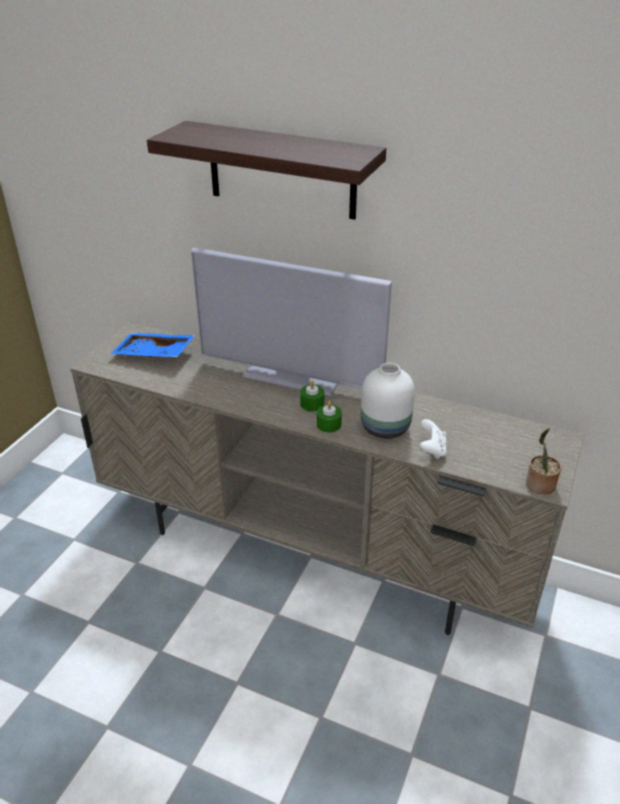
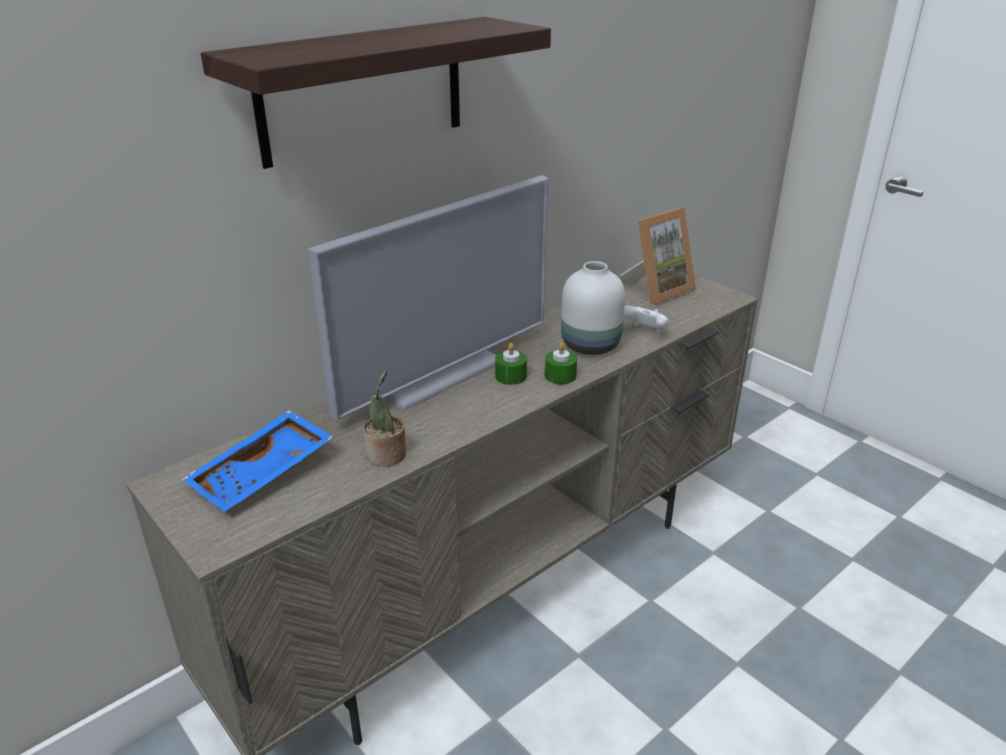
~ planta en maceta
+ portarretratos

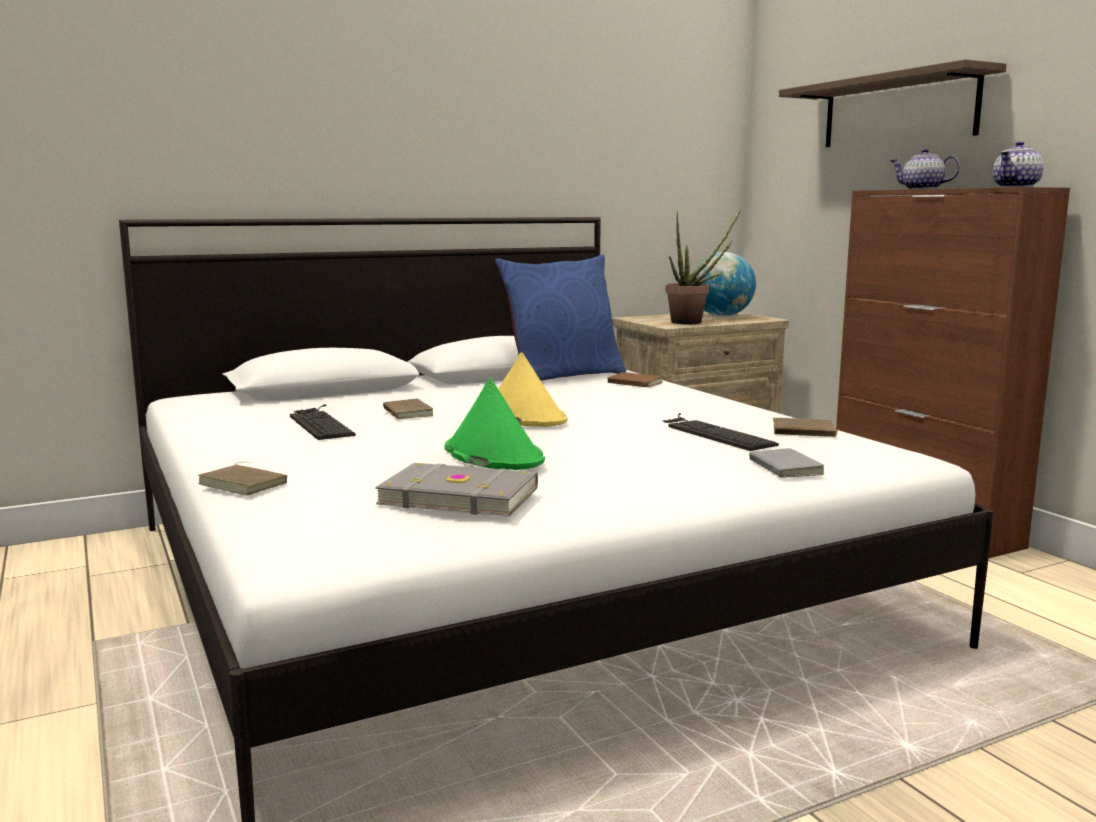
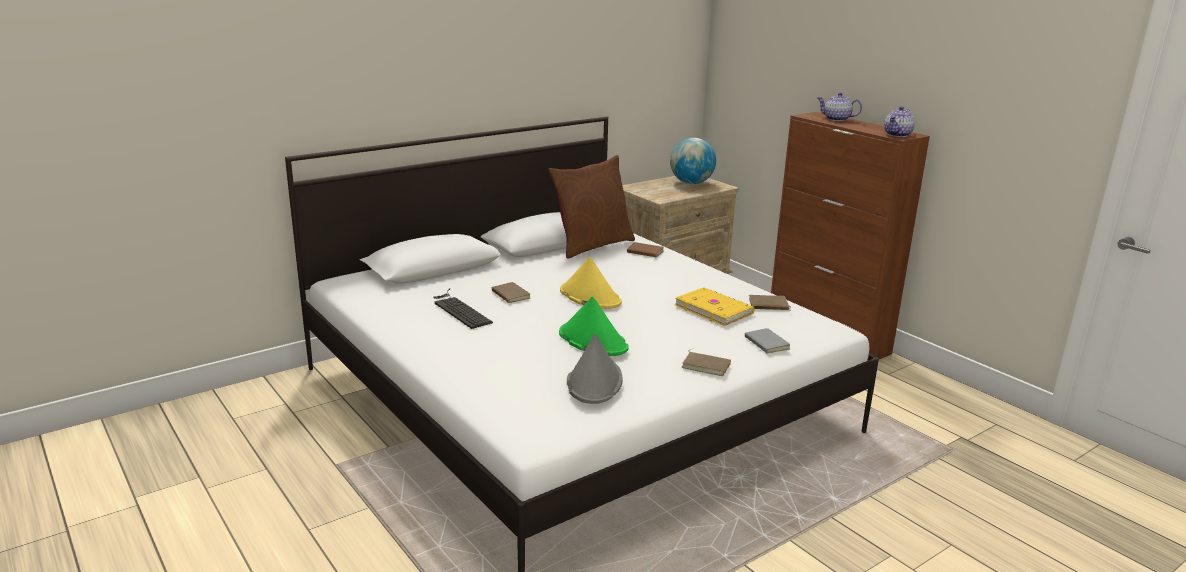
~ cojín (azul) to cojín (marrón)
~ libro (gris) (1st from left) to sombrero (gris)
~ teclado (2nd from left) to libro (amarillo)
~ libro (marrón) (1st from left in the first image) to libro (marrón) (3rd from left)
- planta en maceta
- estante

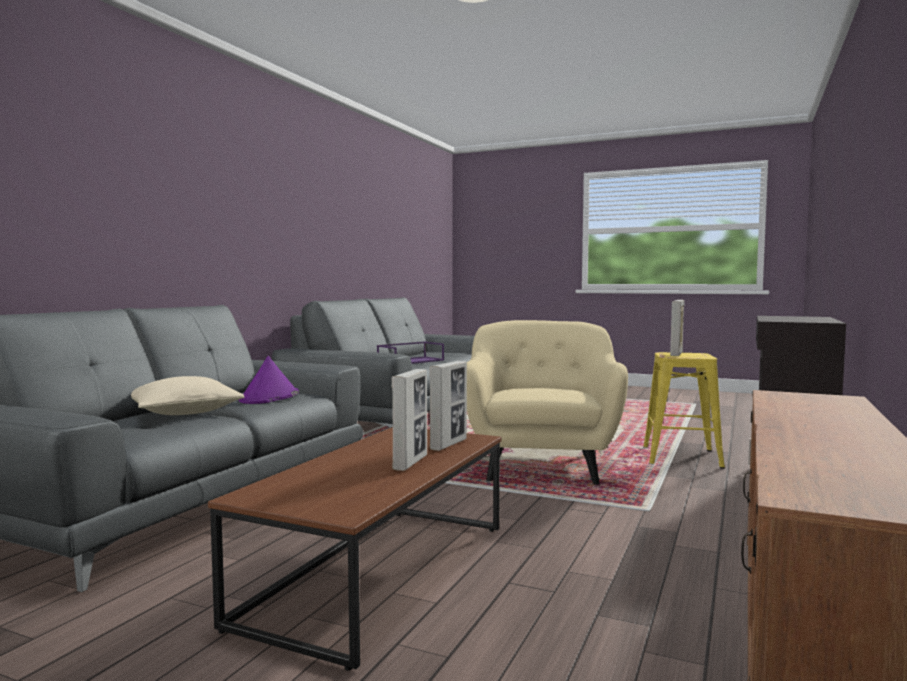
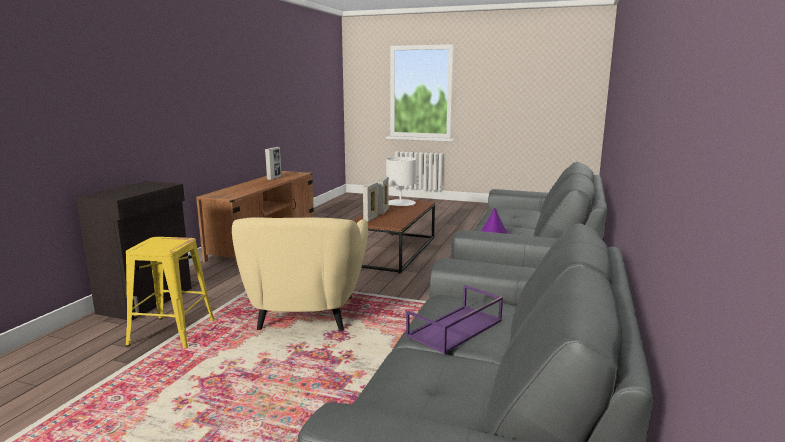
~ portarretratos (3rd from left in the first image) to portarretratos (1st from left)
+ lámpara de mesa (blanco)
- cojín (beis)

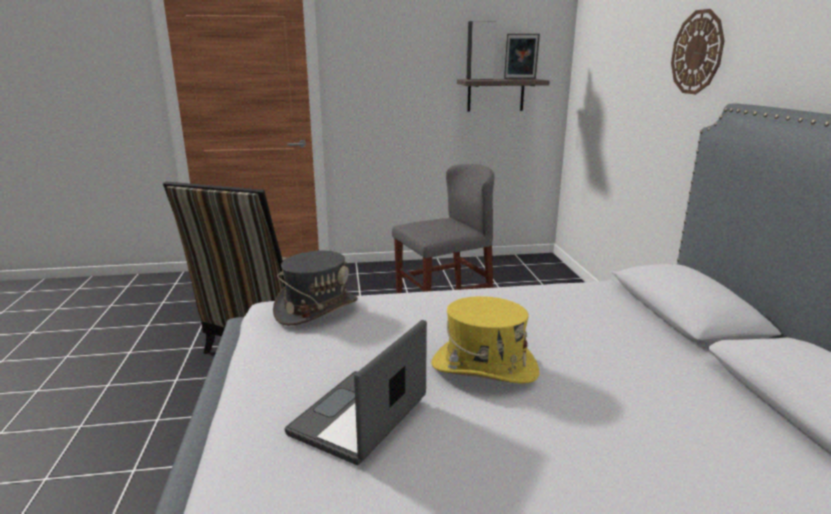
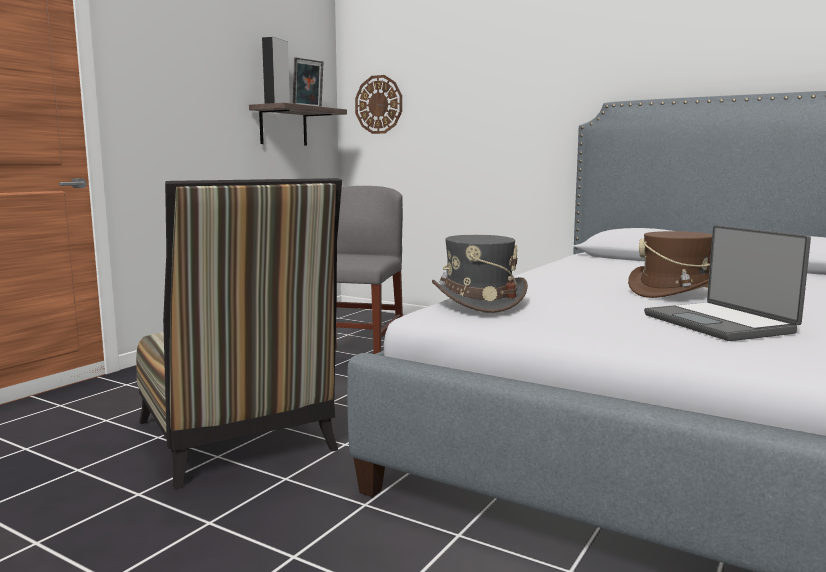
~ reloj de pared
~ sombrero (amarillo) to sombrero (marrón)

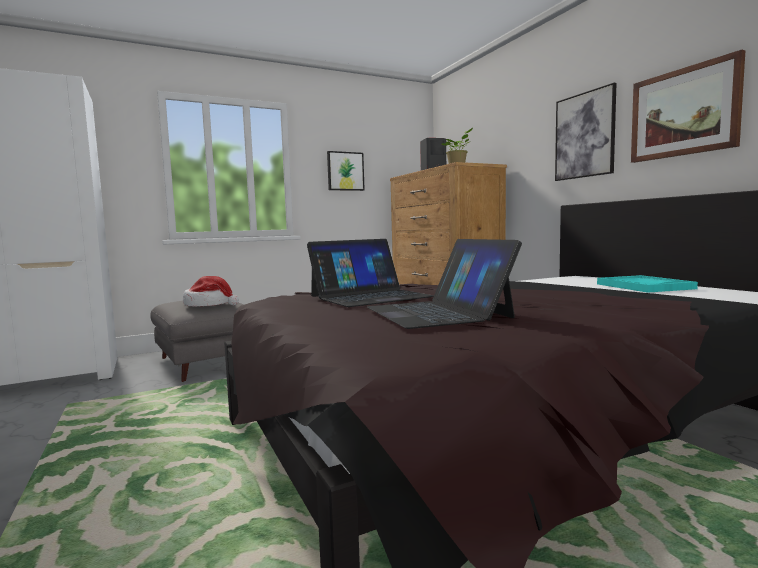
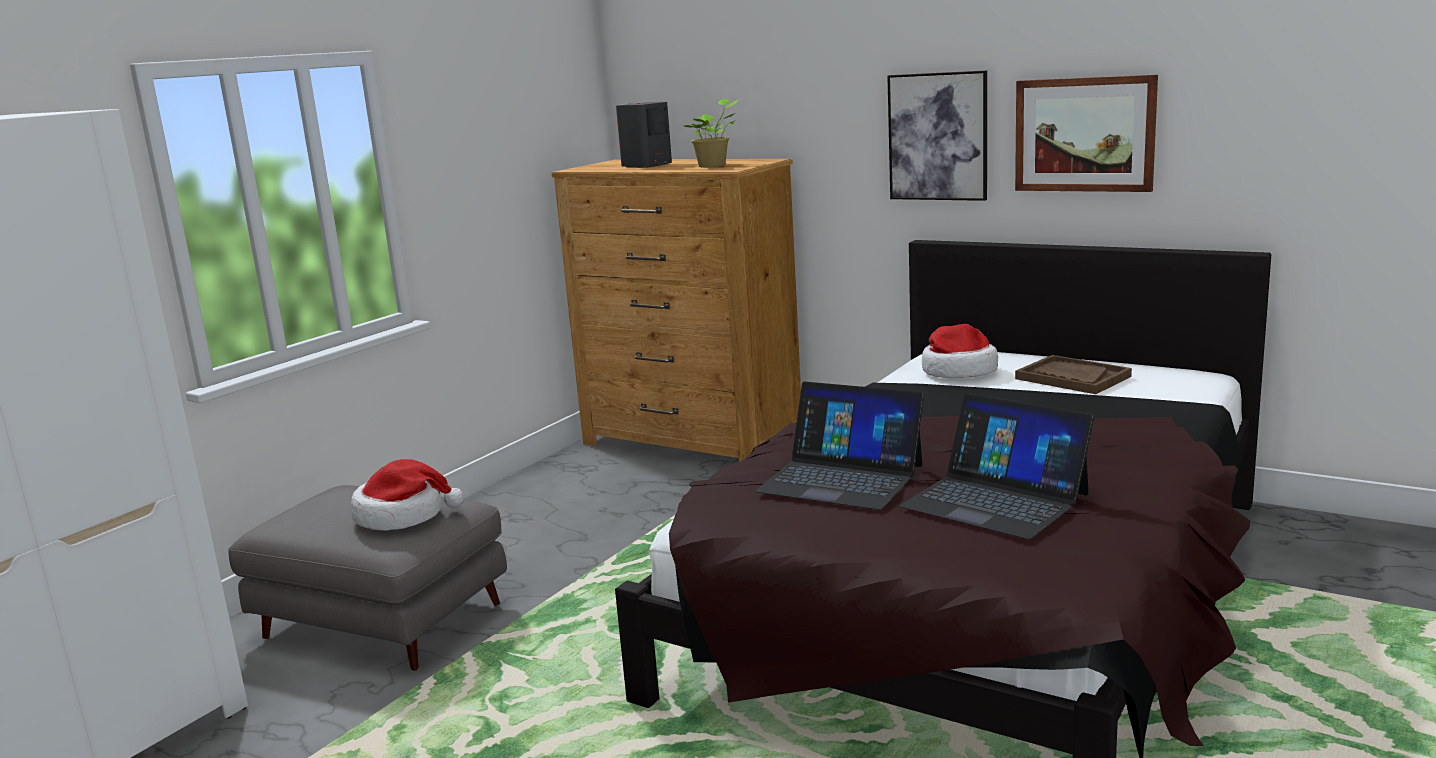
~ portátil (1st from left) 90 degrees clockwise
+ sombrero (2nd from left)
~ bandeja (turquesa) to bandeja (marrón)
- cuadro (1st from left)

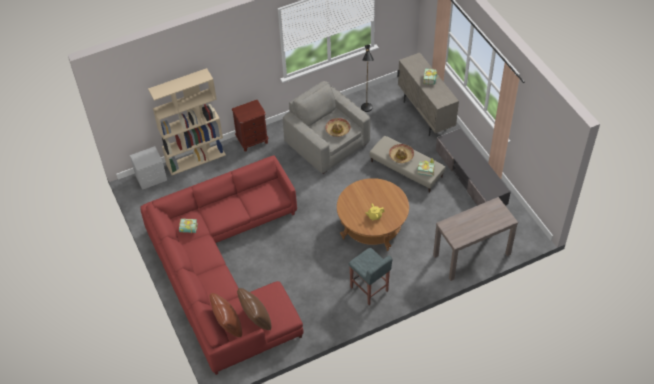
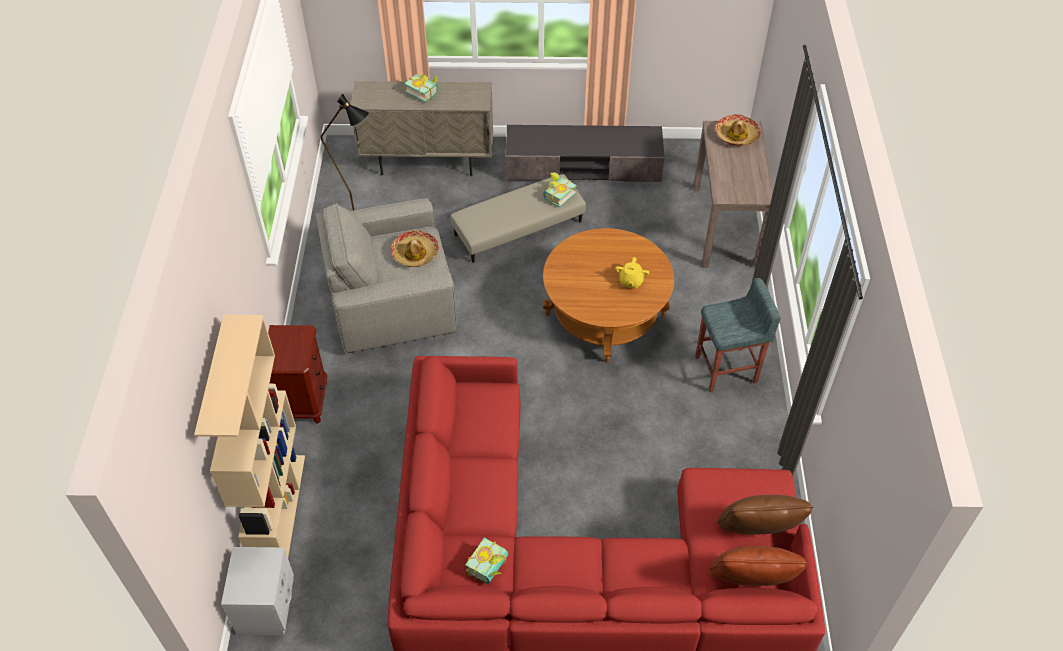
~ sombrero (2nd from left)

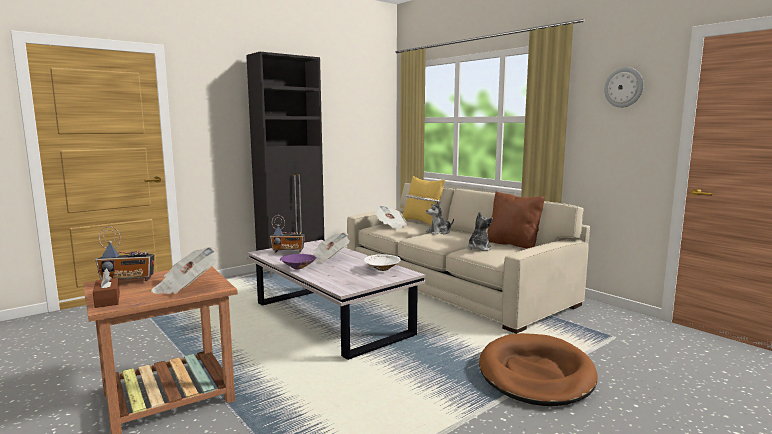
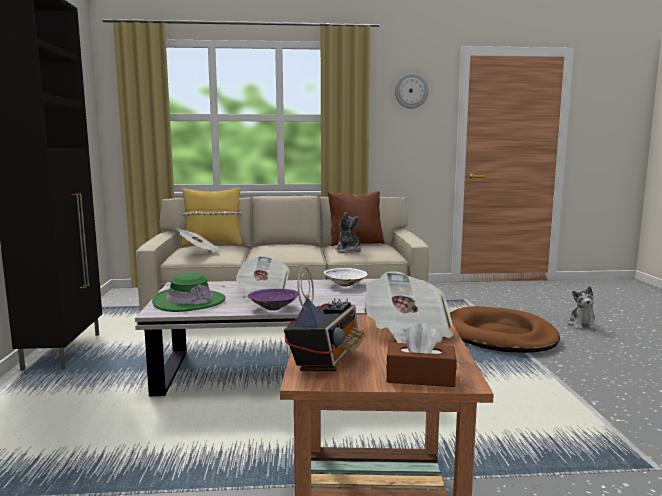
~ radio (2nd from left) to sombrero (verde)
~ peluche (1st from left in the first image) to peluche (2nd from left)

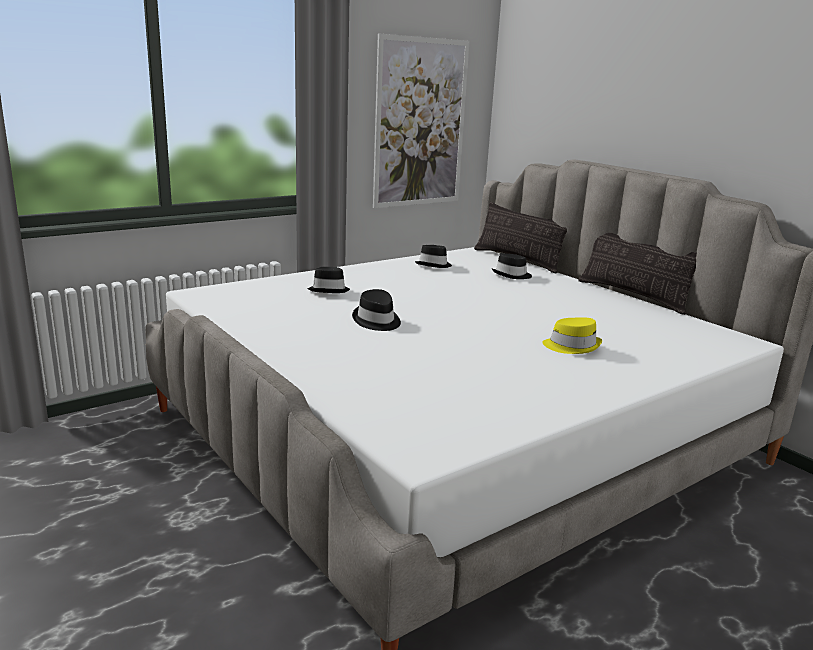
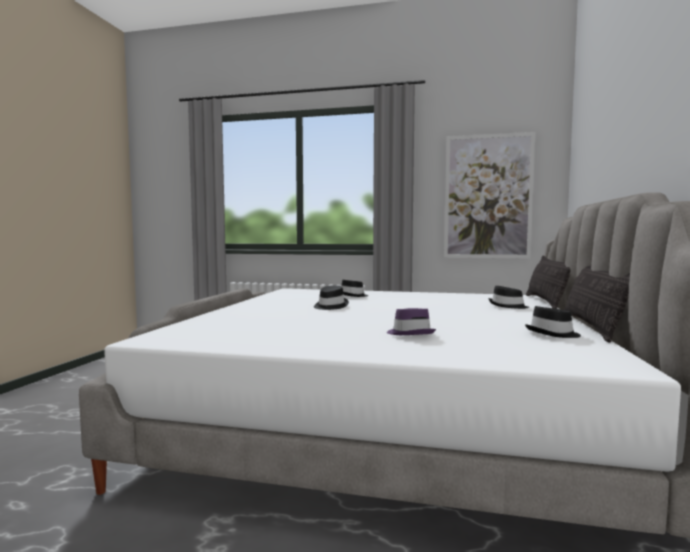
~ sombrero (amarillo) to sombrero (morado)
~ sombrero (negro) (3rd from left in the first image) to sombrero (negro) (4th from left)

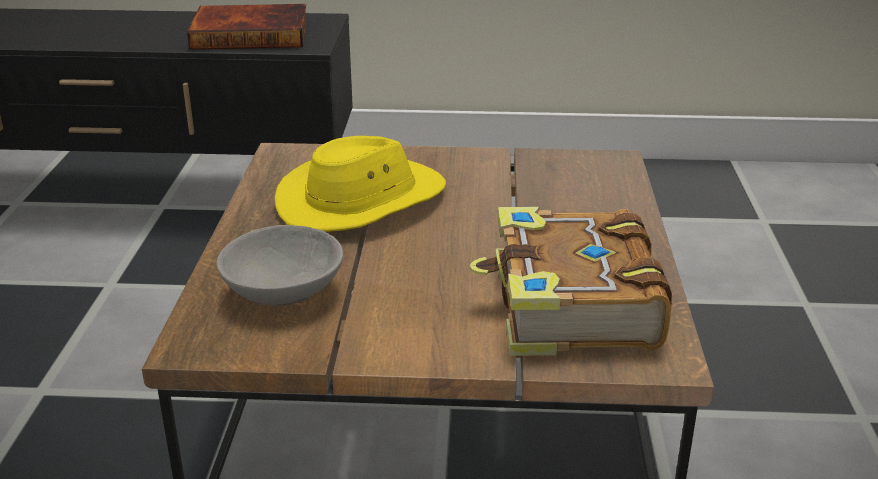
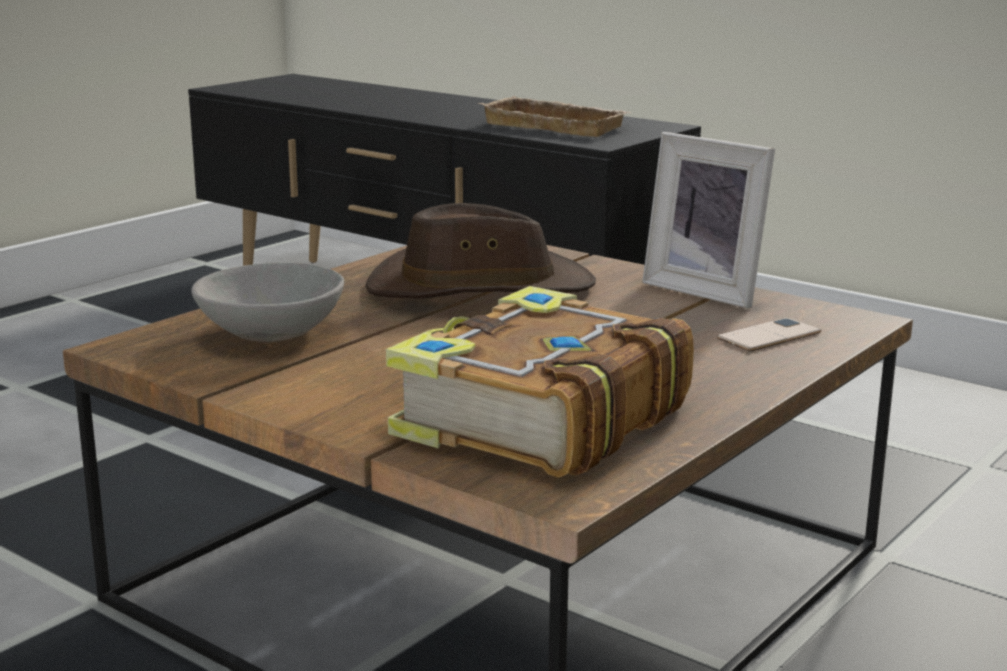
~ sombrero (amarillo) to sombrero (marrón)
~ libro (1st from left) to bandeja (beis)
+ portarretratos
+ móvil

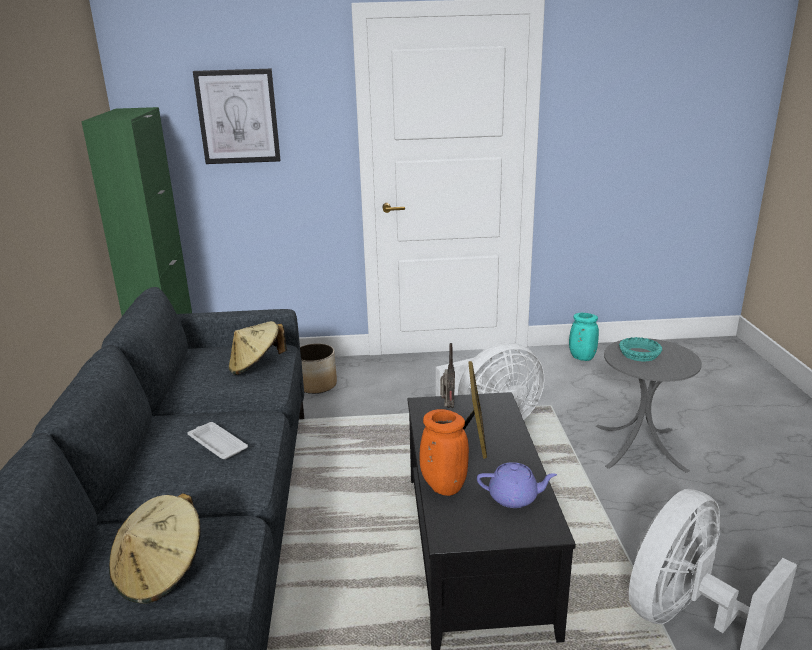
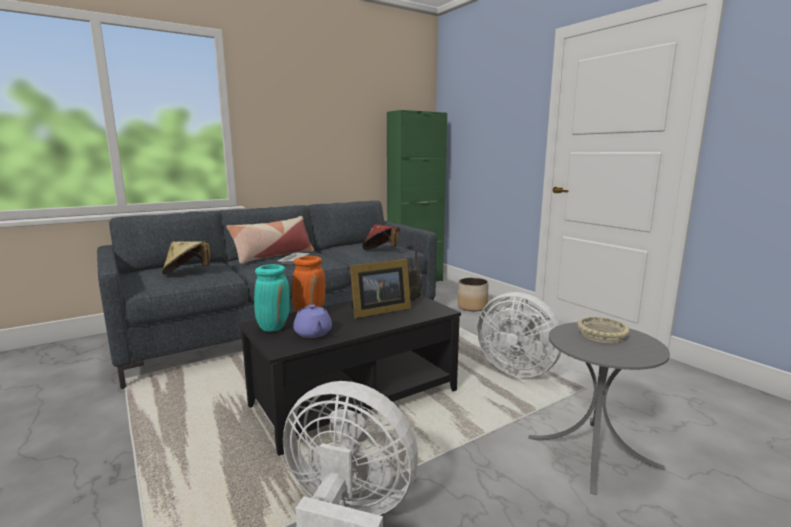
+ cojín
~ florero (turquesa)
~ sombrero (beis) (2nd from left) to sombrero (rojo)
~ cuenco (turquesa) to cuenco (beis)
- cuadro

